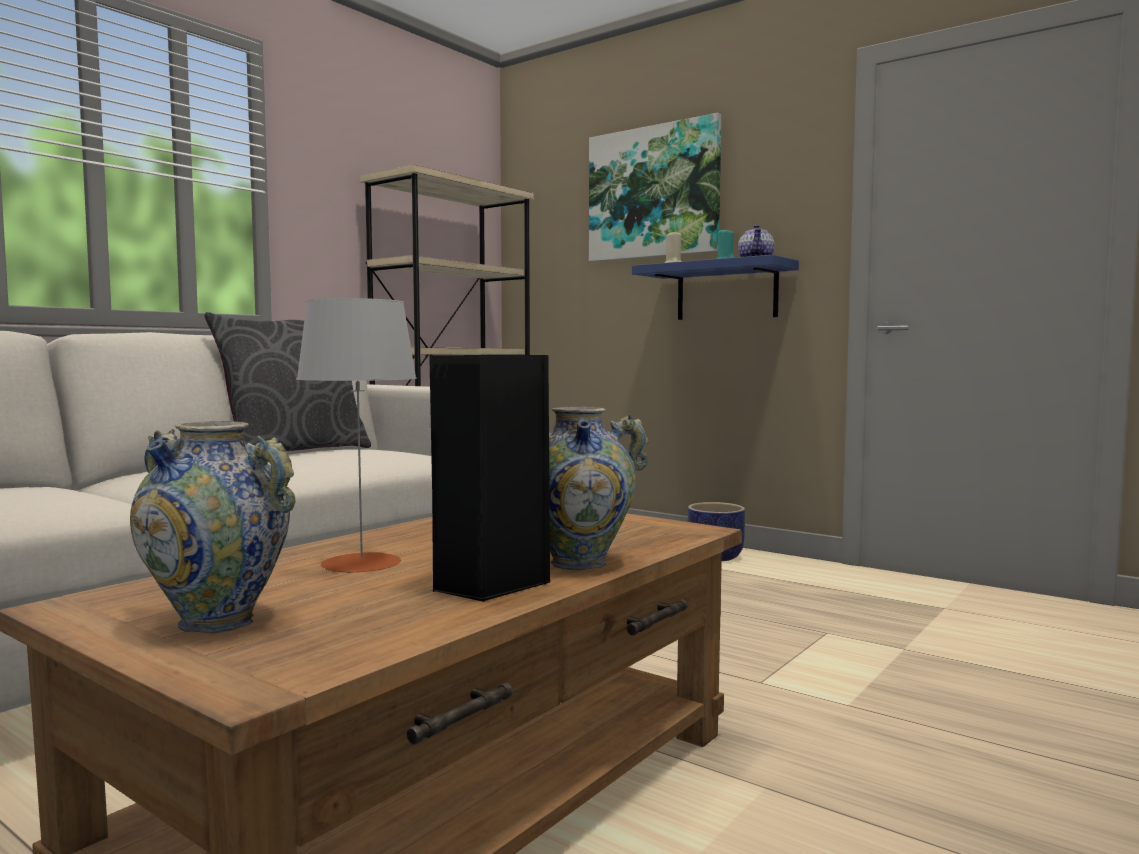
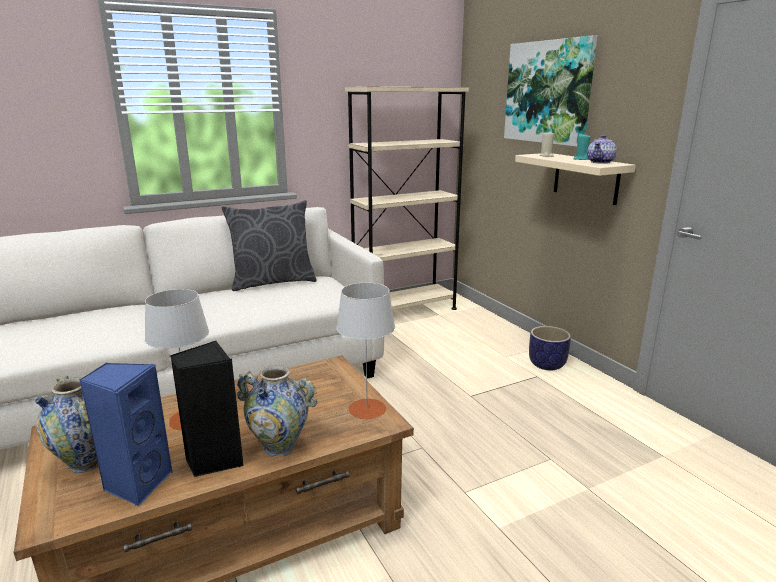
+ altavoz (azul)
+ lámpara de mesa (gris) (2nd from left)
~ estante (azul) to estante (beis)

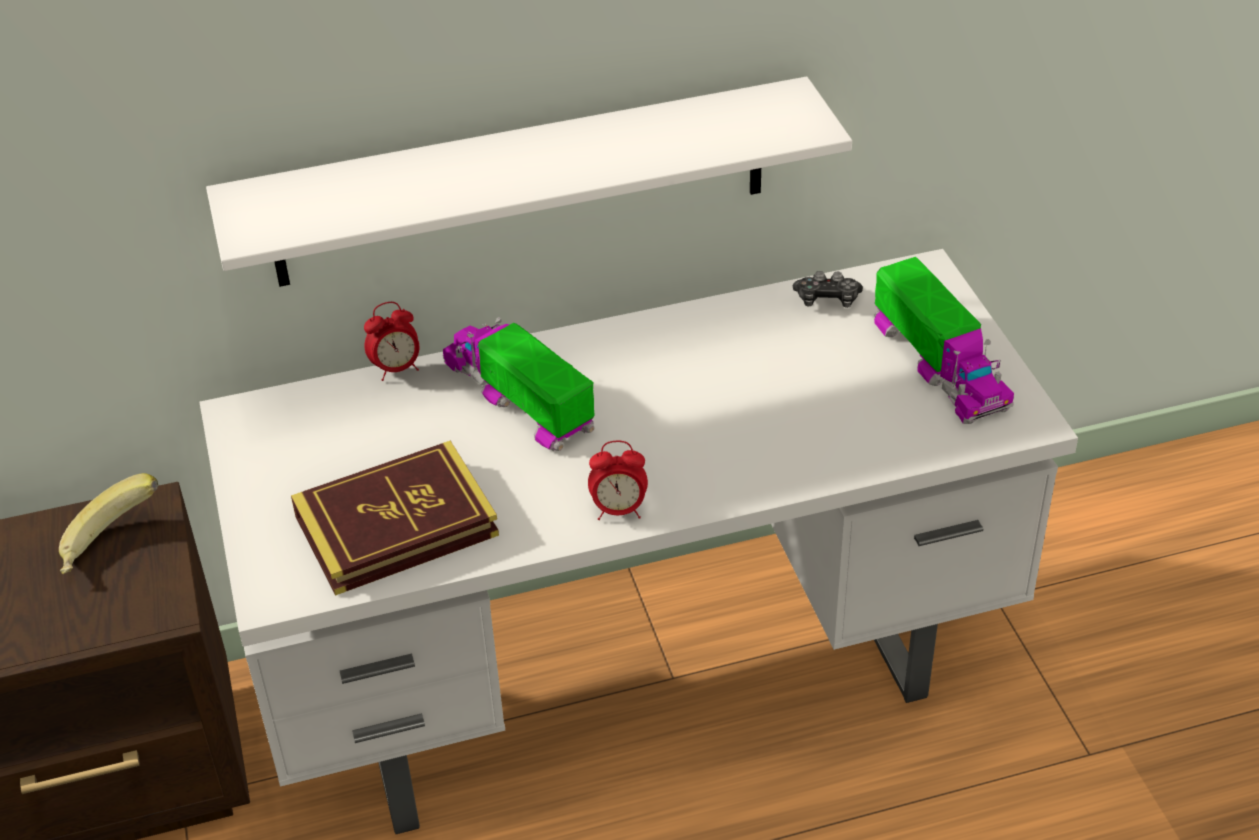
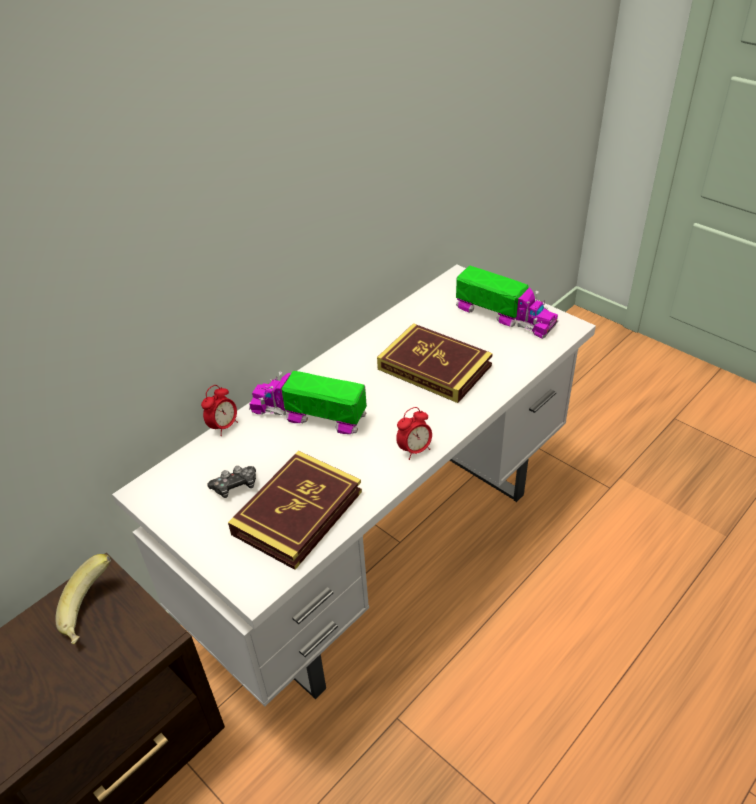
~ mando de consola
+ libro (2nd from left)
- estante (blanco)

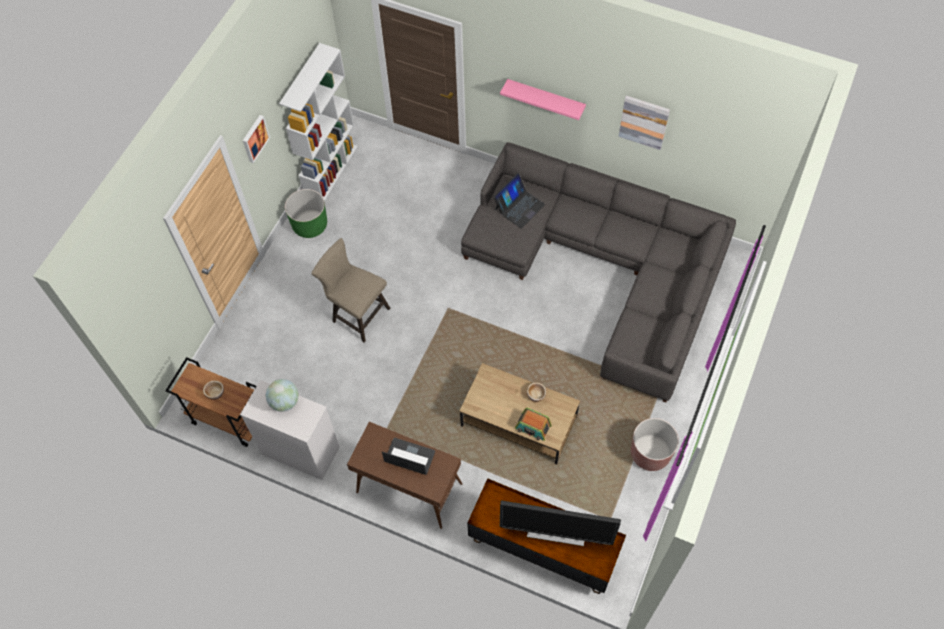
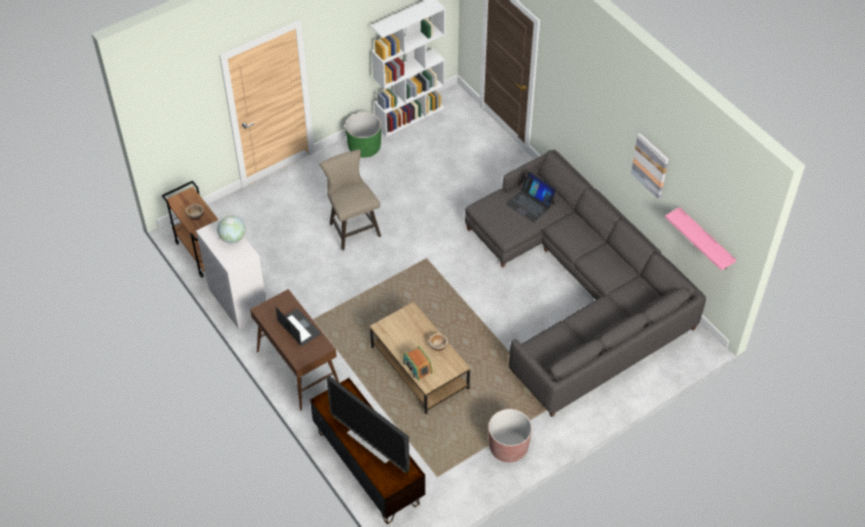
~ portátil (2nd from left) 60 degrees clockwise
~ estante (rosa)
- cuadro (1st from left)

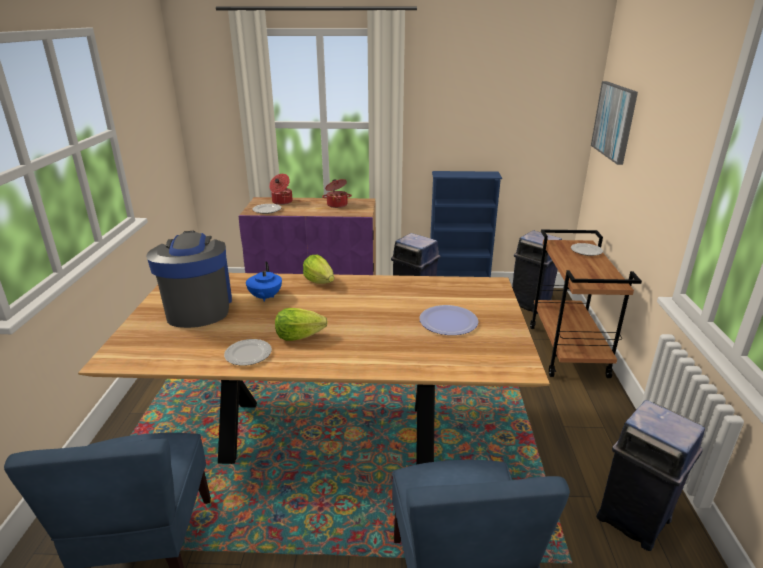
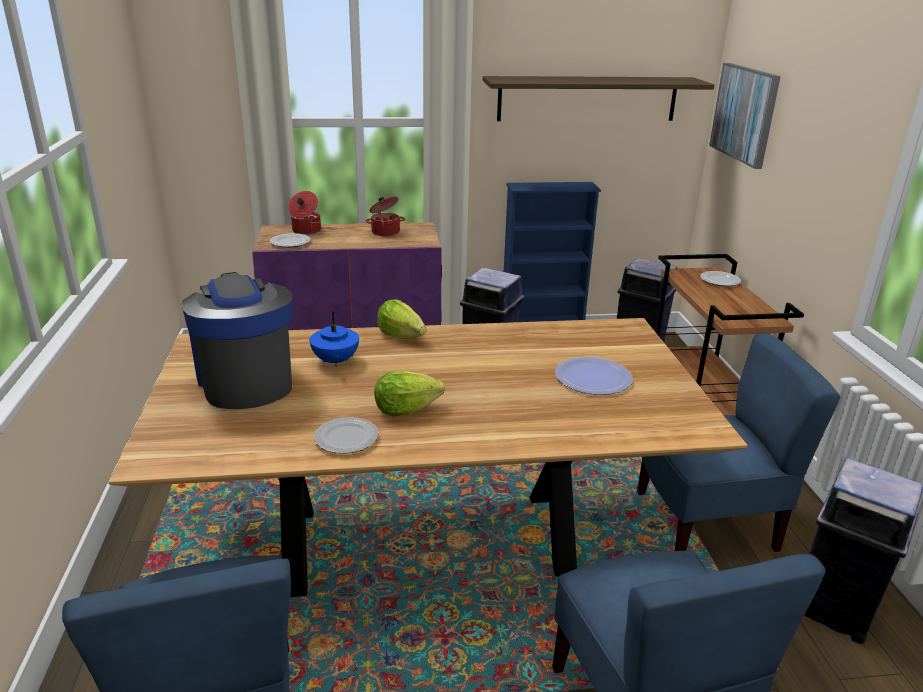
+ estante
+ silla (azul) (3rd from left)

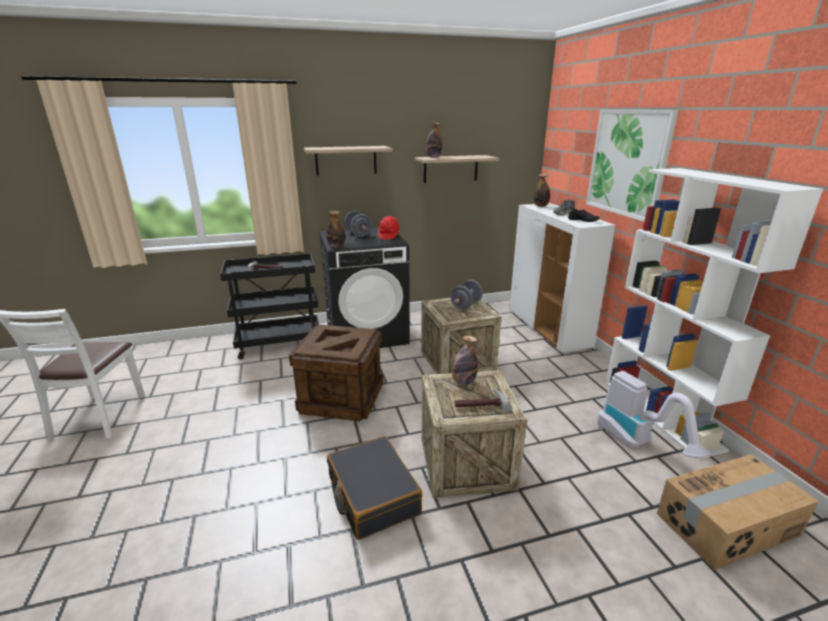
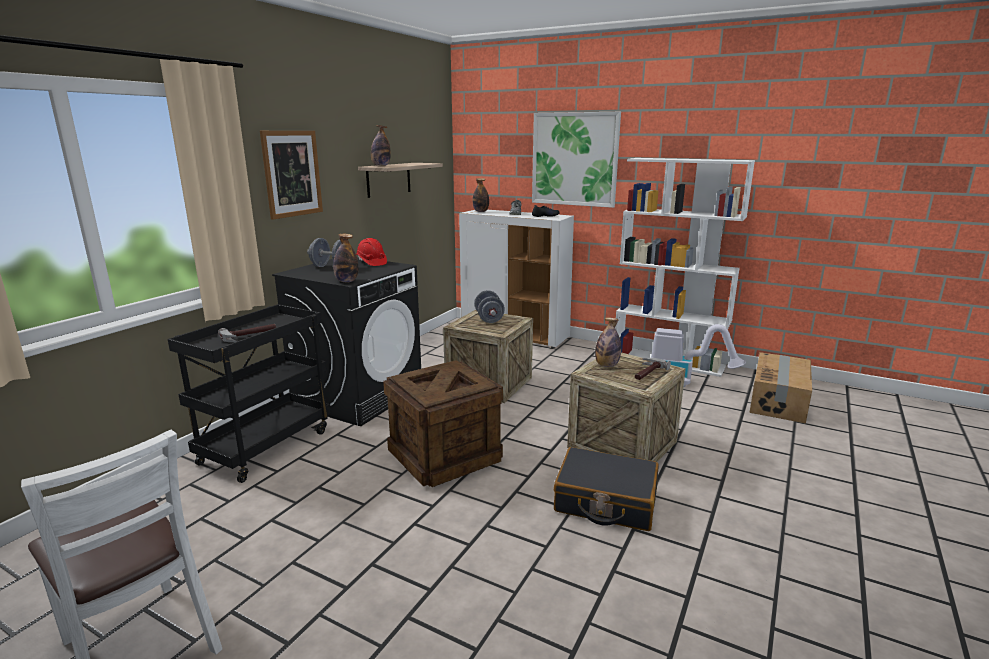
~ estante (1st from left) to cuadro (1st from left)

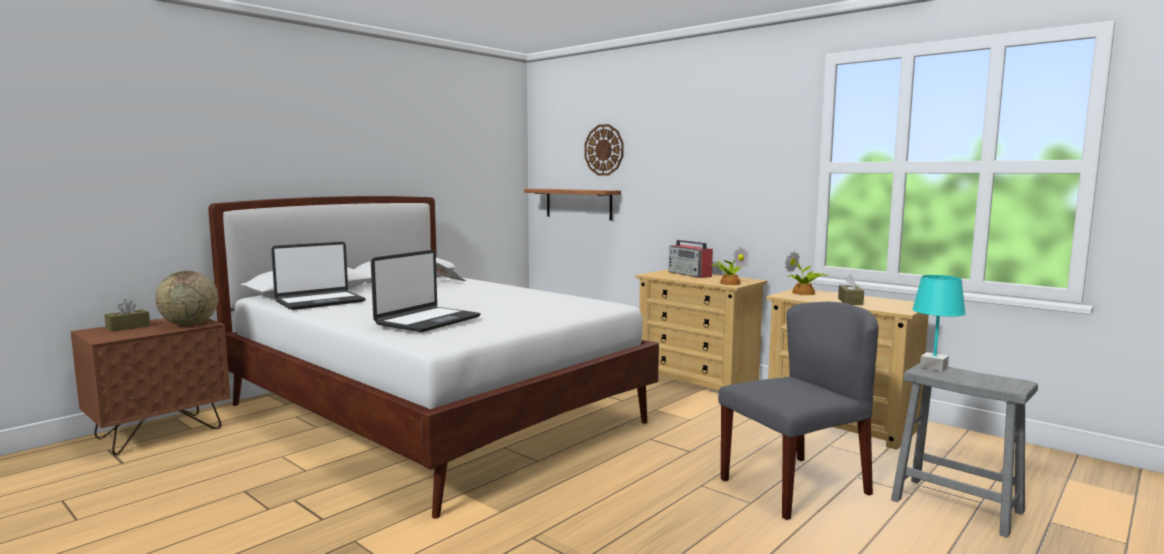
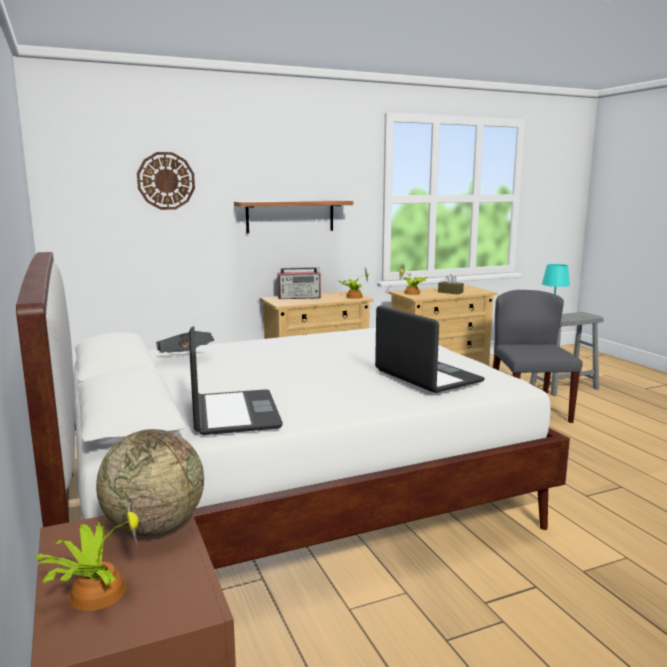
~ caja de pañuelos (marrón) (1st from left) to planta en maceta (1st from left)
~ estante

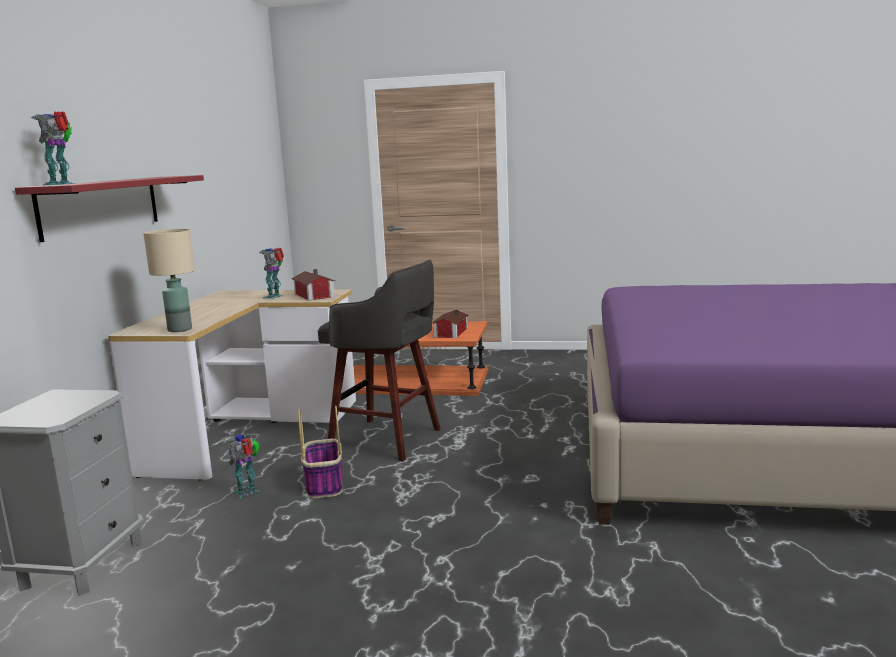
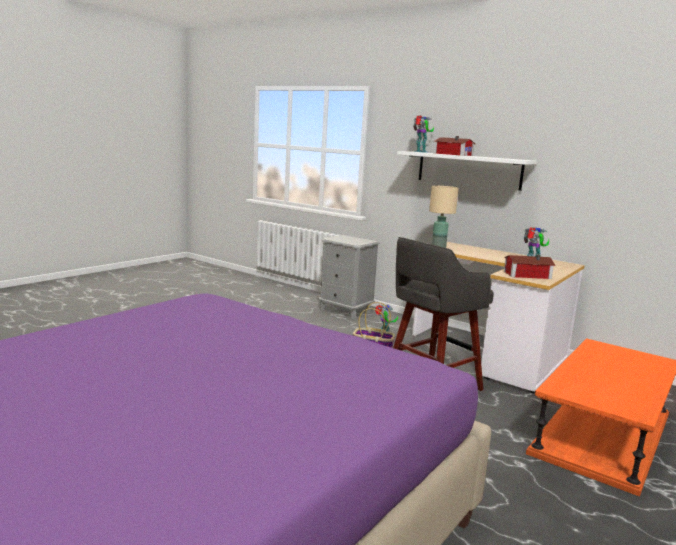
~ estante (rojo) to estante (blanco)
~ casita (2nd from left in the first image) to casita (1st from left)

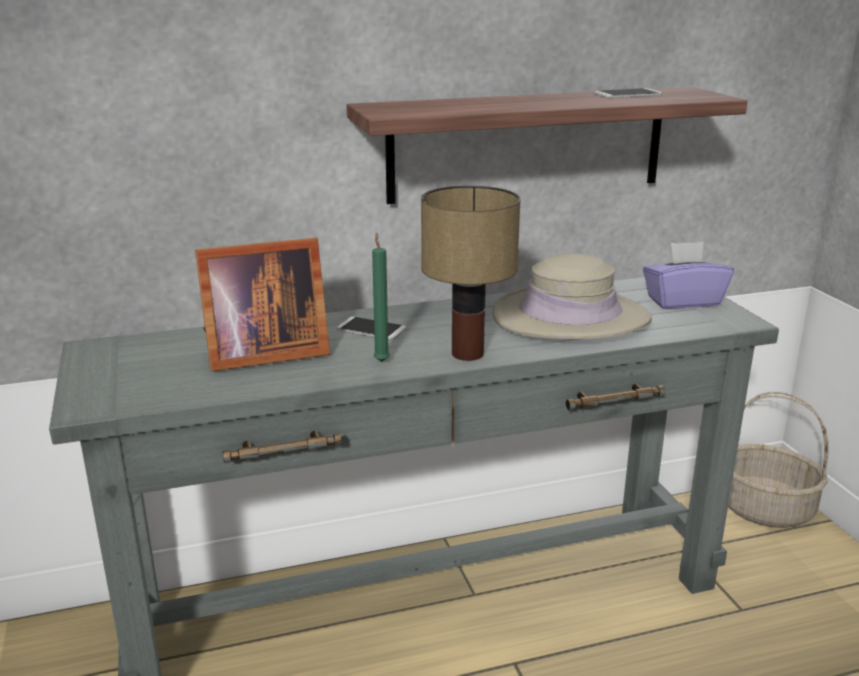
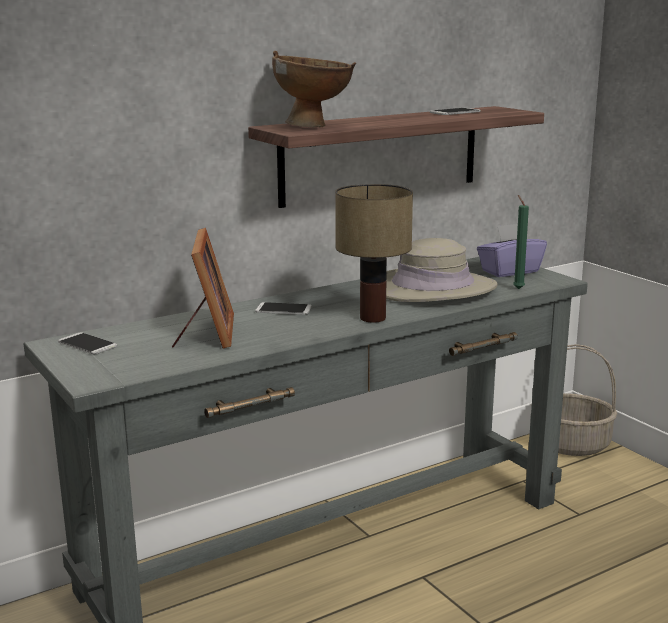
+ móvil (1st from left)
~ portarretratos 60 degrees counterclockwise
+ cuenco (marrón)
~ vela (verde)

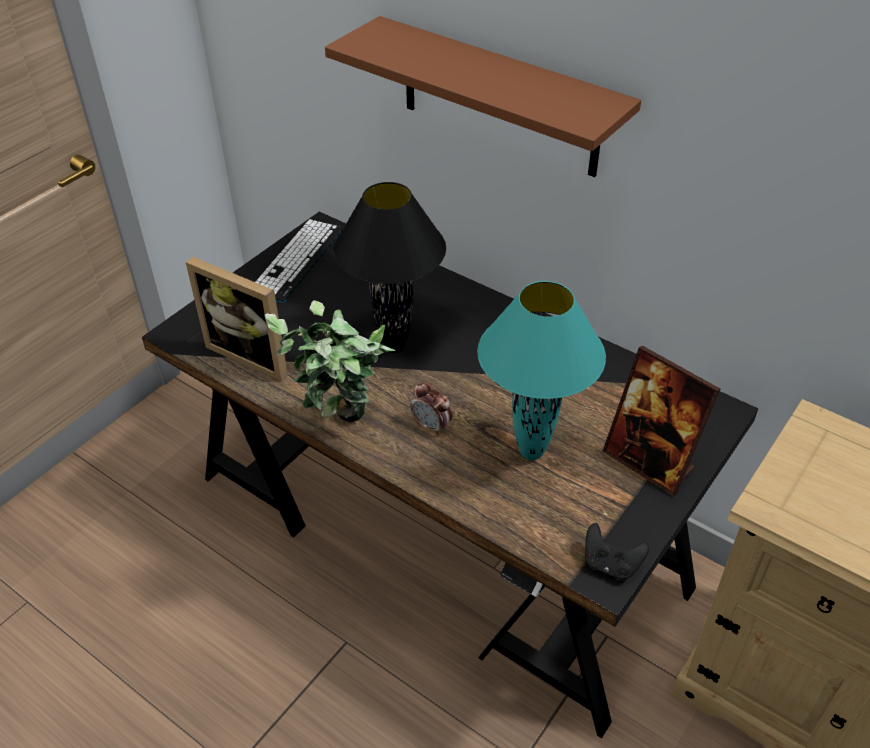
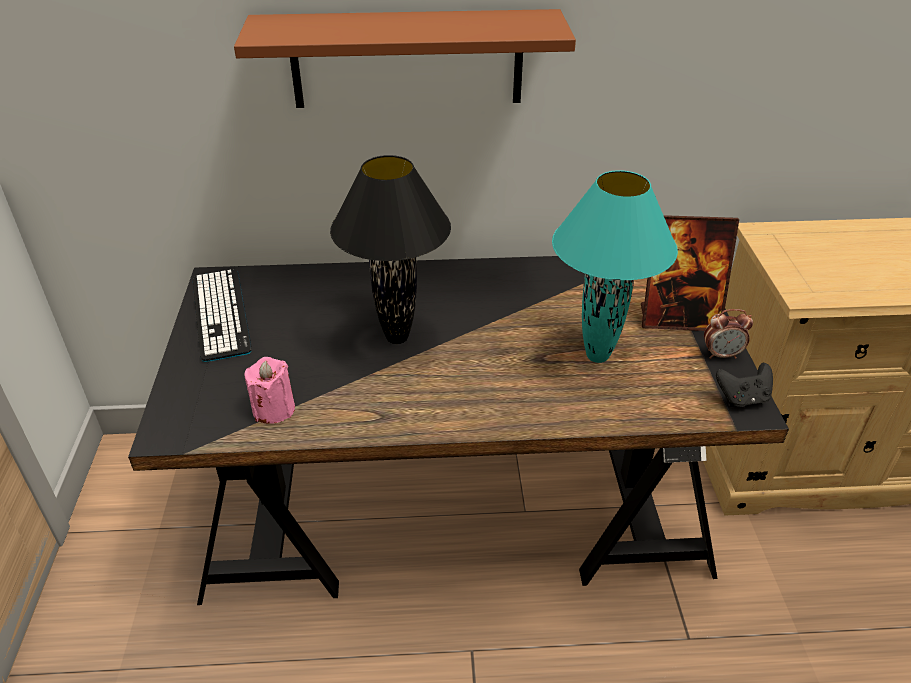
~ portarretratos (1st from left) to vela (rosa)
~ despertador
- planta en maceta

